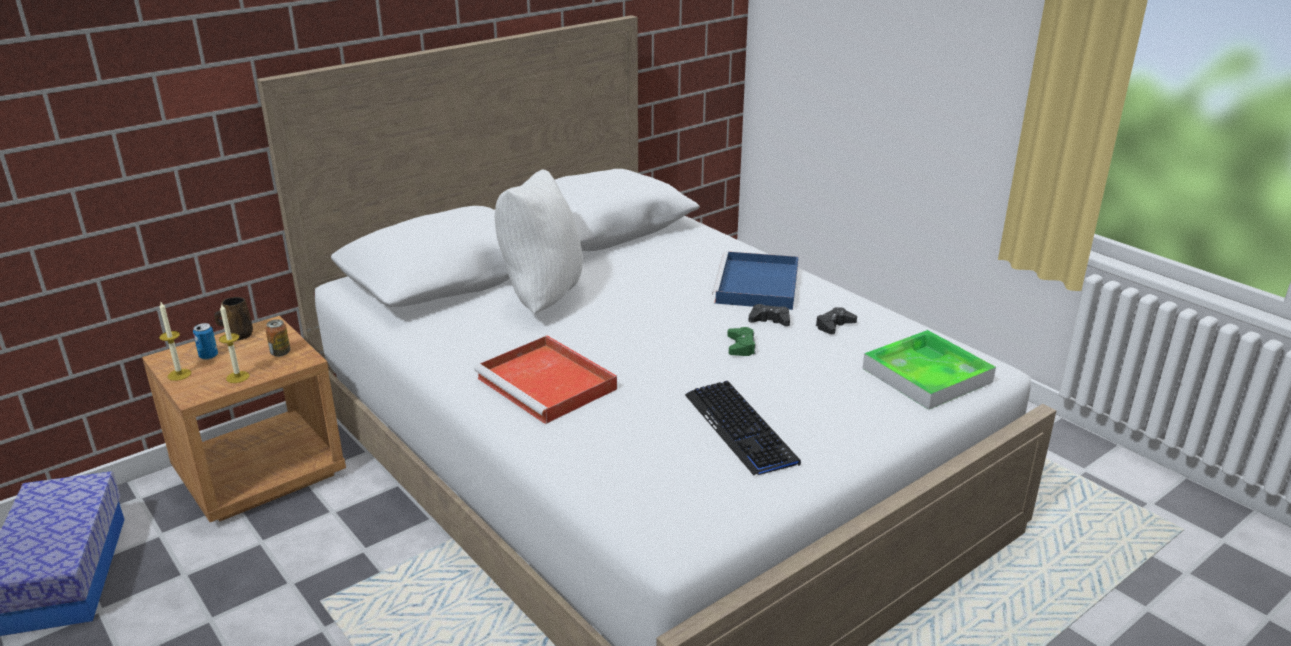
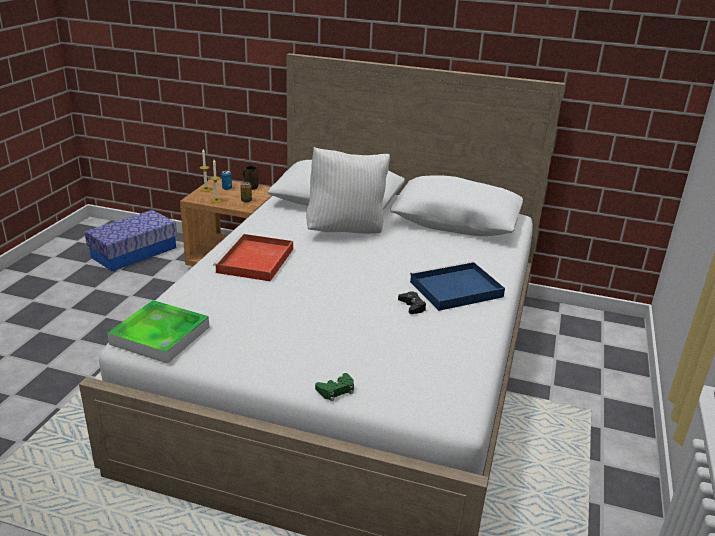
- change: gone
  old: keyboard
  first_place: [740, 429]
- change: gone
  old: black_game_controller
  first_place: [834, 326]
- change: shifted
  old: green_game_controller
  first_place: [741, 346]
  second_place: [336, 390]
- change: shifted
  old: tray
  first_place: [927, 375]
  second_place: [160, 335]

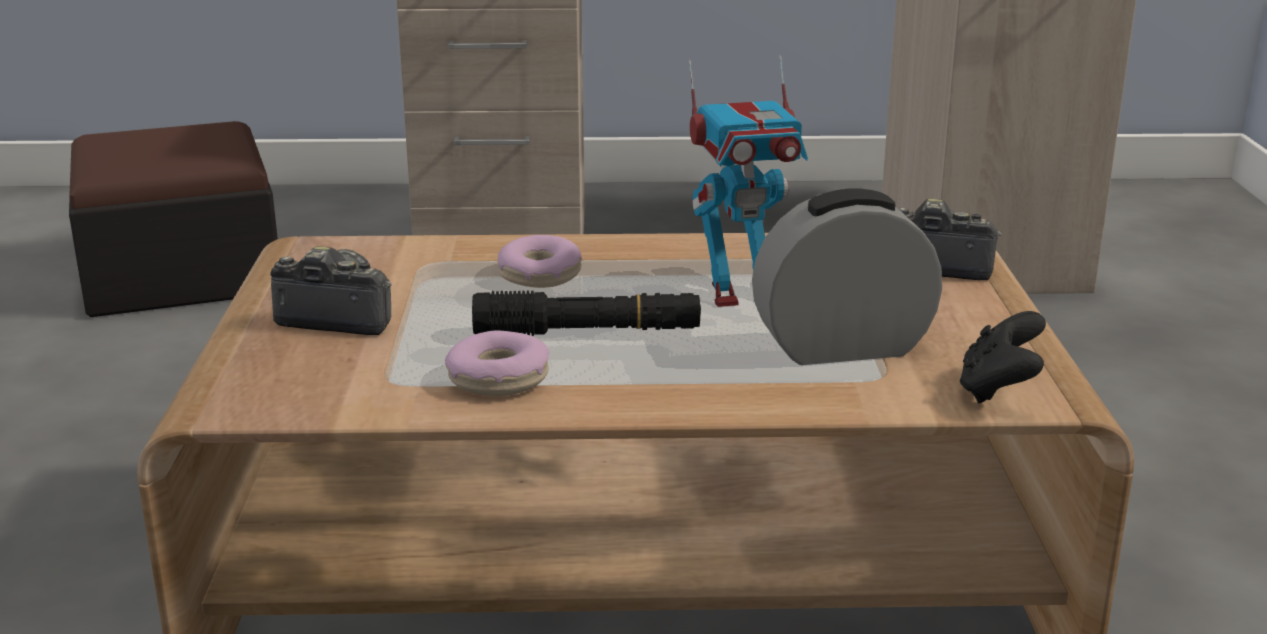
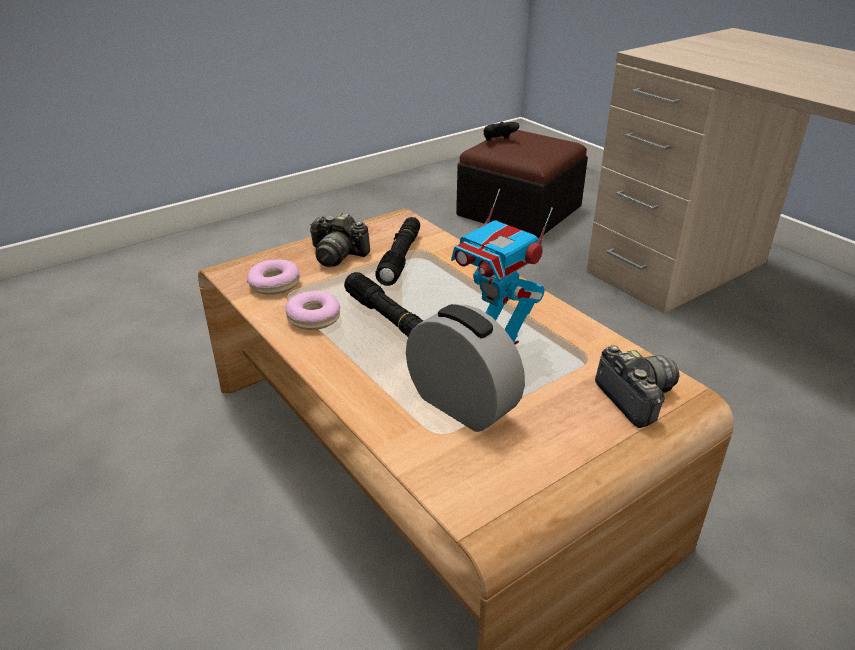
- change: new
  new: black_flashlight
  second_place: [400, 258]
- change: shifted
  old: donut
  first_place: [539, 276]
  second_place: [274, 284]
- change: shifted
  old: black_game_controller
  first_place: [998, 390]
  second_place: [498, 141]
- change: rotated
  old: photo_camera
  first_place: [339, 316]
  second_place: [337, 255]
  degrees: 135

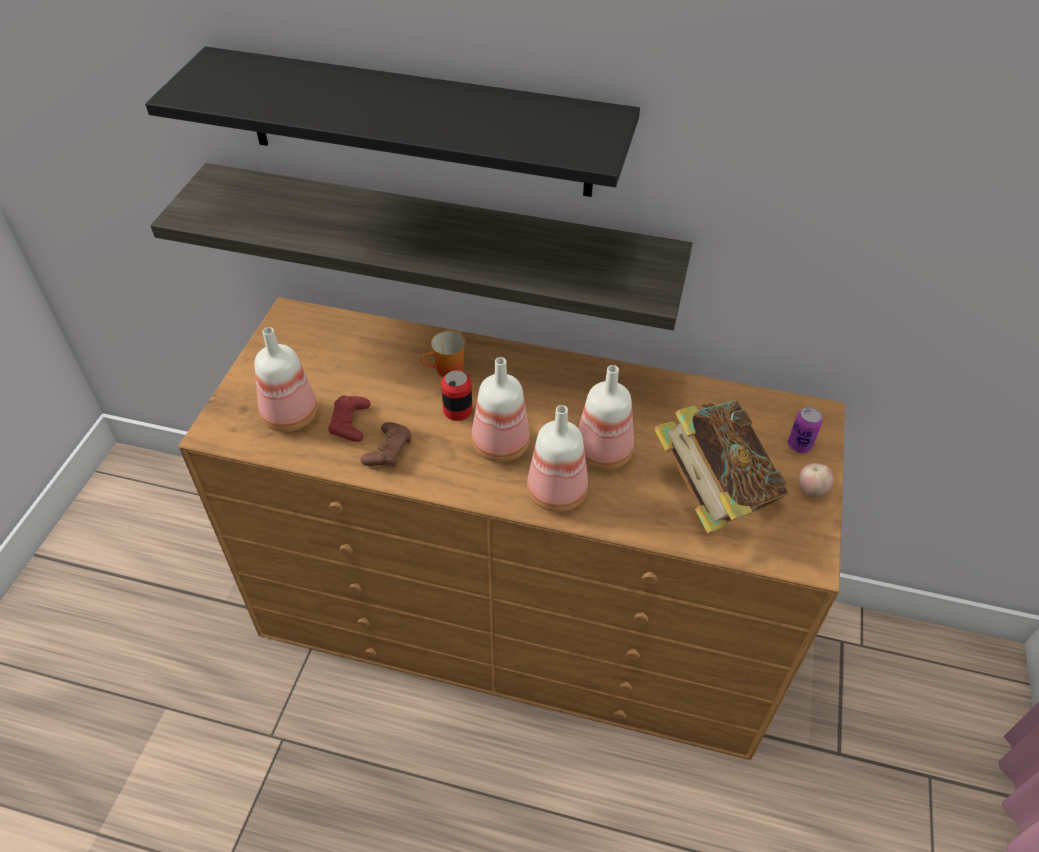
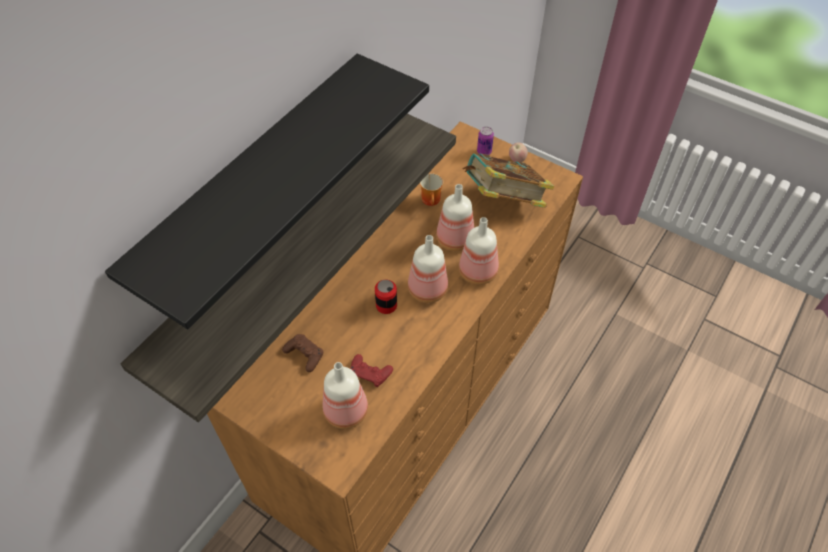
- change: shifted
  old: brown_game_controller
  first_place: [388, 450]
  second_place: [304, 354]
- change: shifted
  old: mug
  first_place: [447, 371]
  second_place: [432, 200]

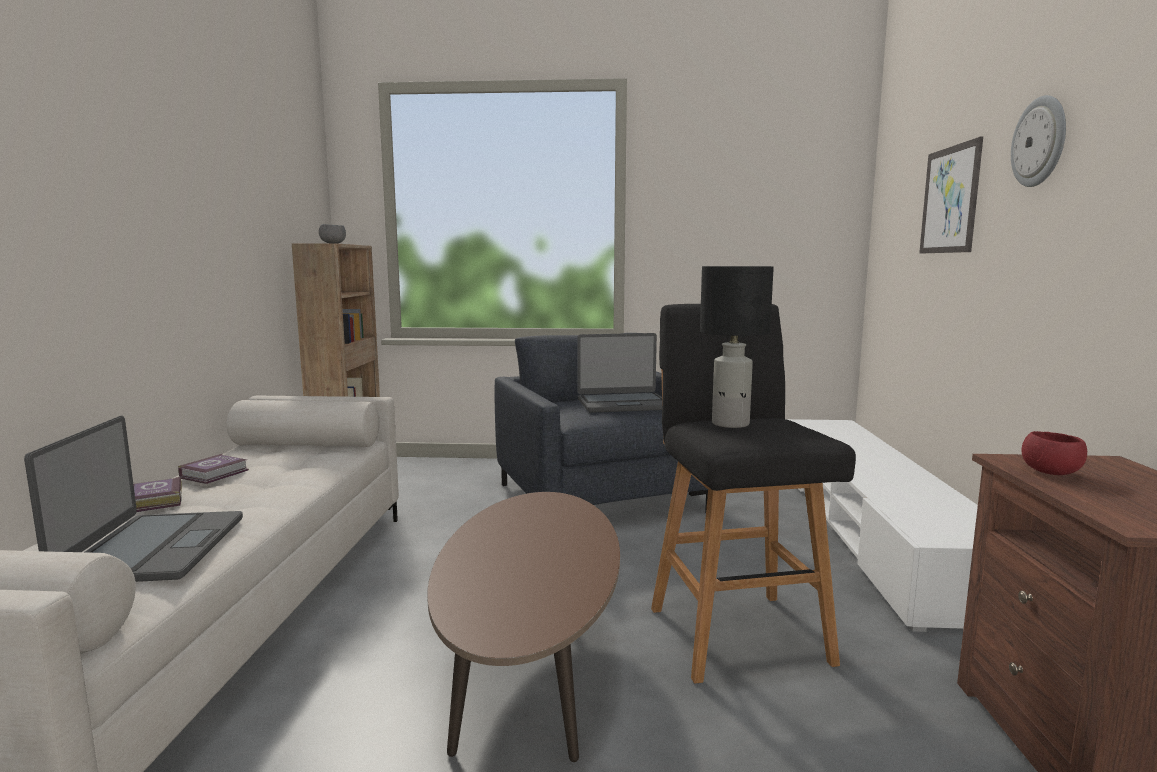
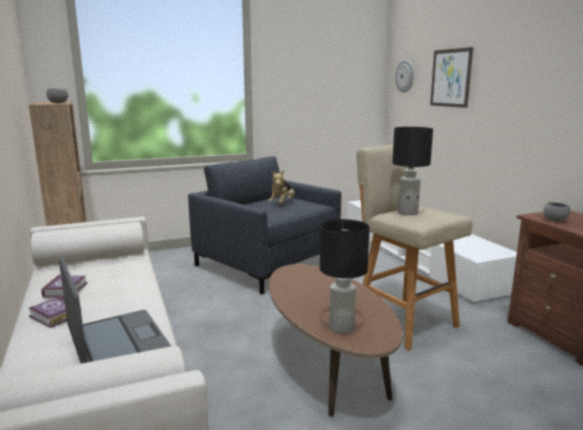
- change: new
  new: black_table_lamp
  second_place: [341, 328]
- change: shifted
  old: wall_clock
  first_place: [1040, 142]
  second_place: [405, 76]
- change: swapped
  old: laptop
  new: plush_toy
  first_place: [623, 404]
  second_place: [282, 204]
- change: repainted
  old: black_stool
  new: beige_stool
  first_place: [735, 631]
  second_place: [403, 322]
- change: repainted
  old: red_bowl
  new: grey_bowl
  first_place: [1051, 473]
  second_place: [555, 220]

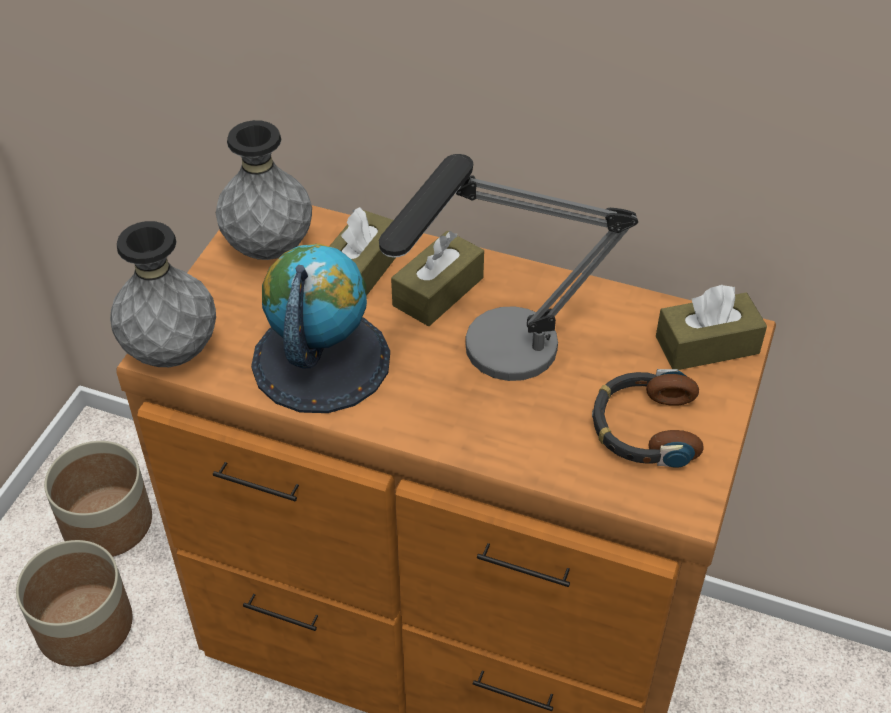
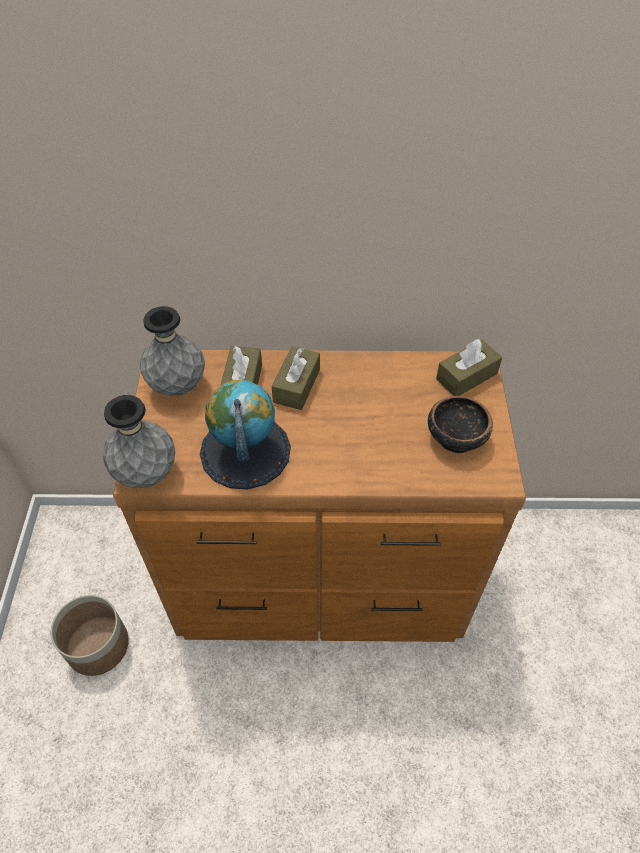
- change: gone
  old: planter
  first_place: [108, 522]
- change: gone
  old: table_lamp
  first_place: [493, 363]
- change: swapped
  old: headphones
  new: bowl
  first_place: [644, 427]
  second_place: [455, 437]

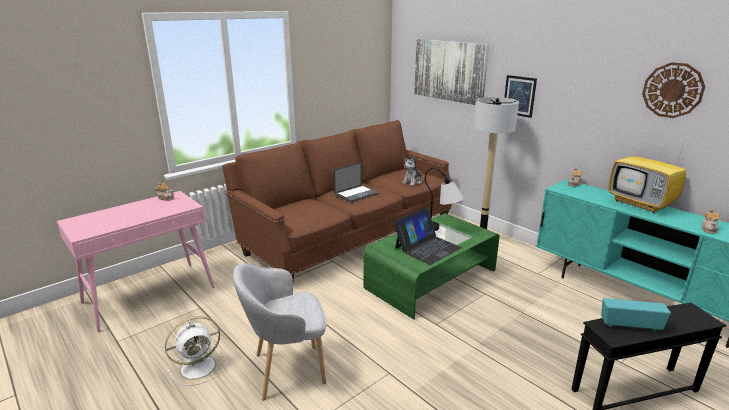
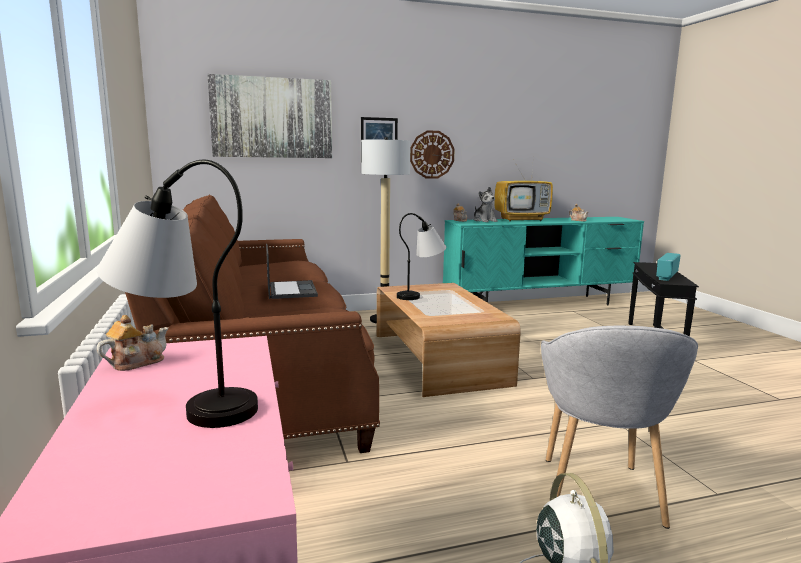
- change: gone
  old: laptop
  first_place: [427, 247]
- change: new
  new: table_lamp
  second_place: [185, 402]
- change: shifted
  old: plush_toy
  first_place: [412, 182]
  second_place: [484, 221]
- change: shifted
  old: wall_clock
  first_place: [672, 90]
  second_place: [432, 154]
- change: repainted
  old: green_coffee_table
  new: brown_coffee_table
  first_place: [431, 279]
  second_place: [438, 358]

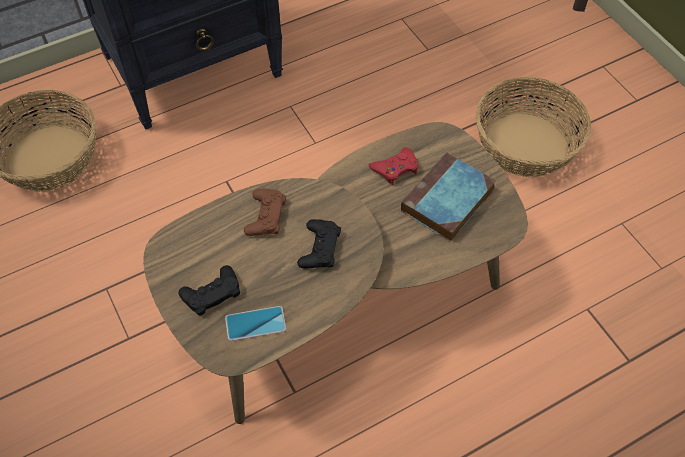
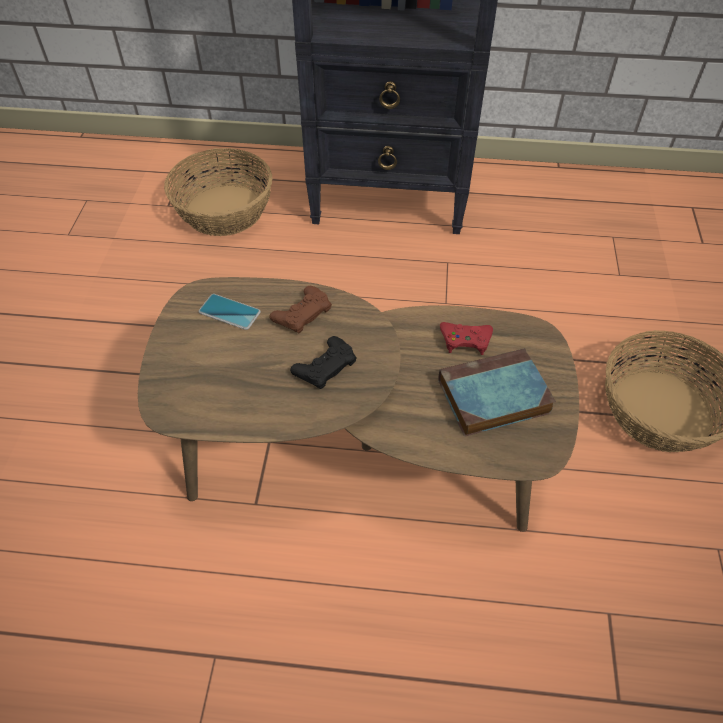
- change: gone
  old: black_game_controller
  first_place: [212, 293]
- change: shifted
  old: phone
  first_place: [255, 324]
  second_place: [229, 312]

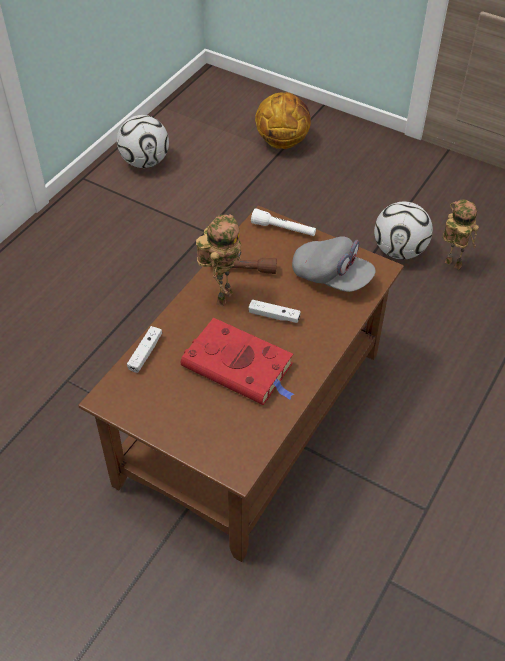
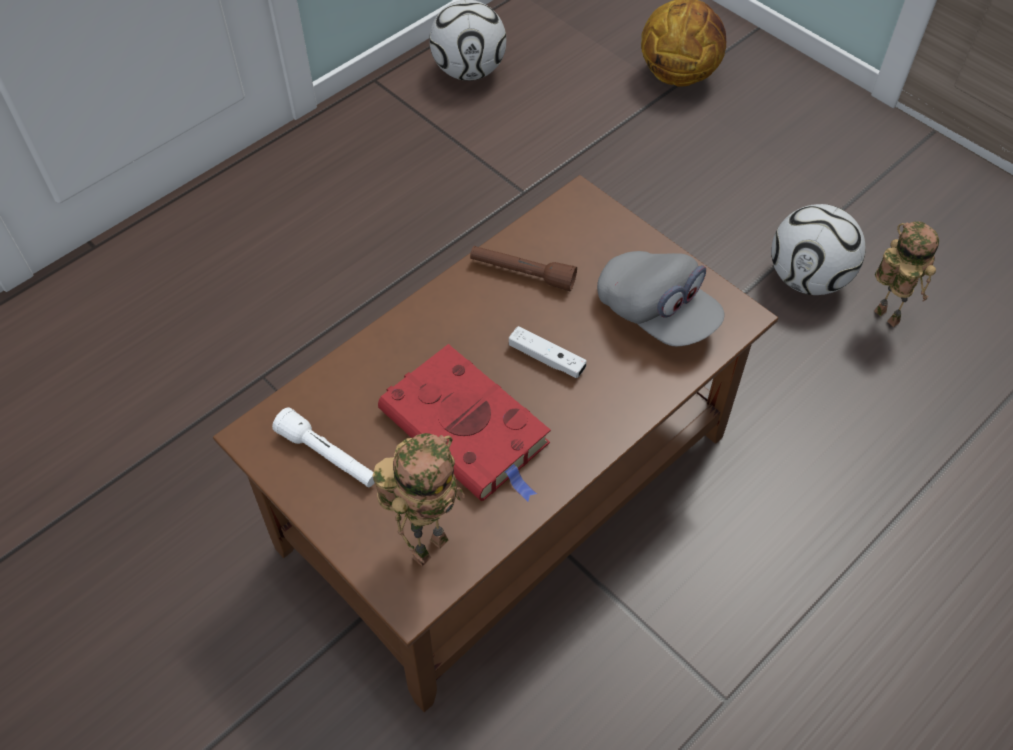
- change: gone
  old: white_game_controller
  first_place: [145, 353]
- change: shifted
  old: toy_robot
  first_place: [222, 296]
  second_place: [429, 544]
- change: shifted
  old: white_flashlight
  first_place: [283, 229]
  second_place: [328, 456]

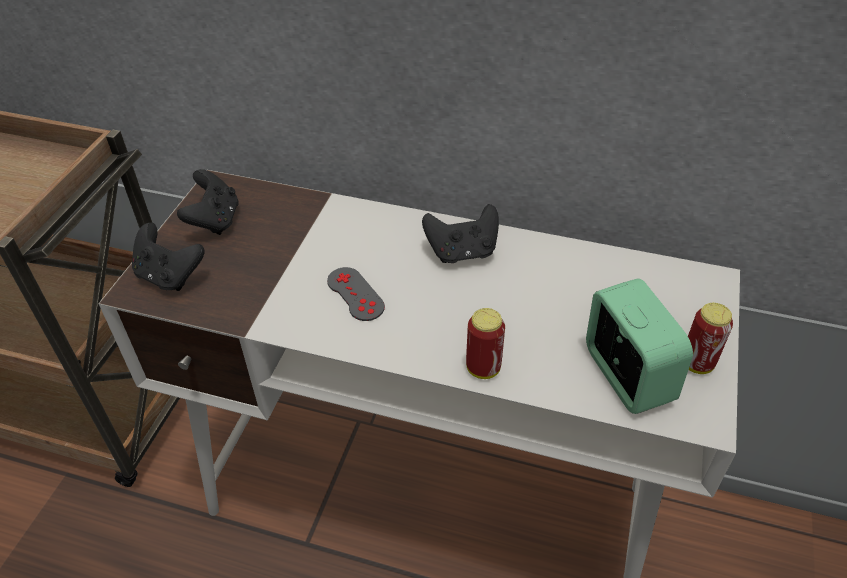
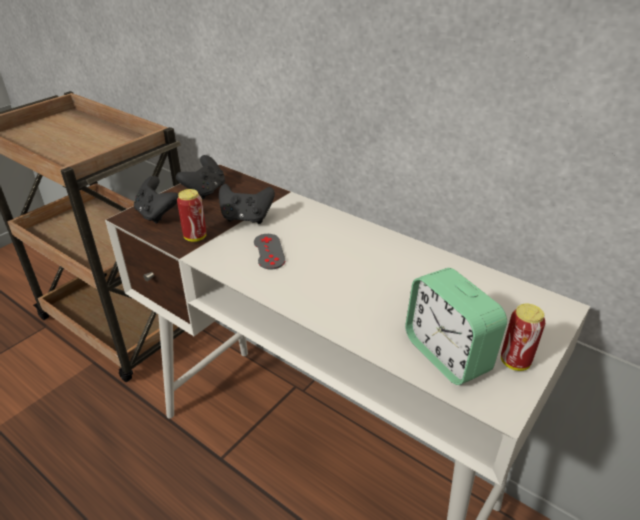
- change: shifted
  old: black_game_controller
  first_place: [462, 252]
  second_place: [246, 218]
- change: shifted
  old: can
  first_place: [483, 368]
  second_place: [195, 237]
- change: rotated
  old: alarm_clock
  first_place: [626, 376]
  second_place: [447, 354]
  degrees: 150

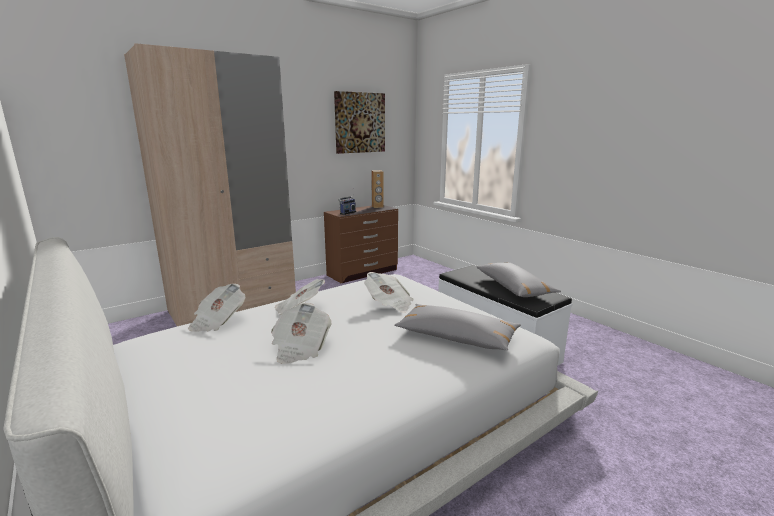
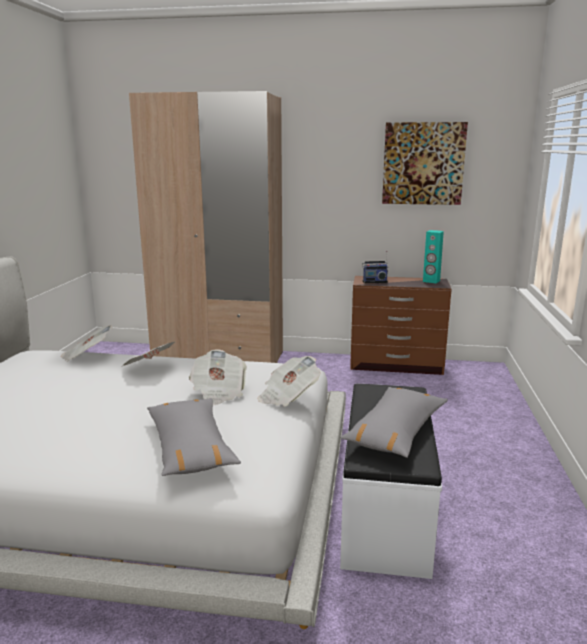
- change: shifted
  old: newspaper
  first_place: [300, 348]
  second_place: [288, 396]
- change: repainted
  old: brown_speaker
  new: turquoise_speaker
  first_place: [377, 207]
  second_place: [431, 281]

